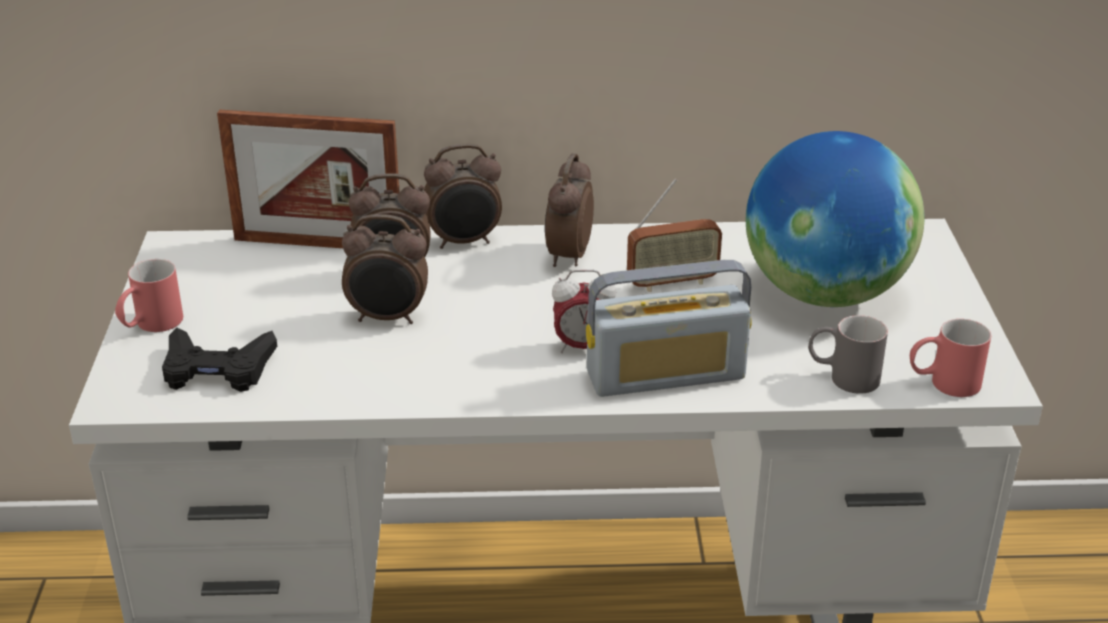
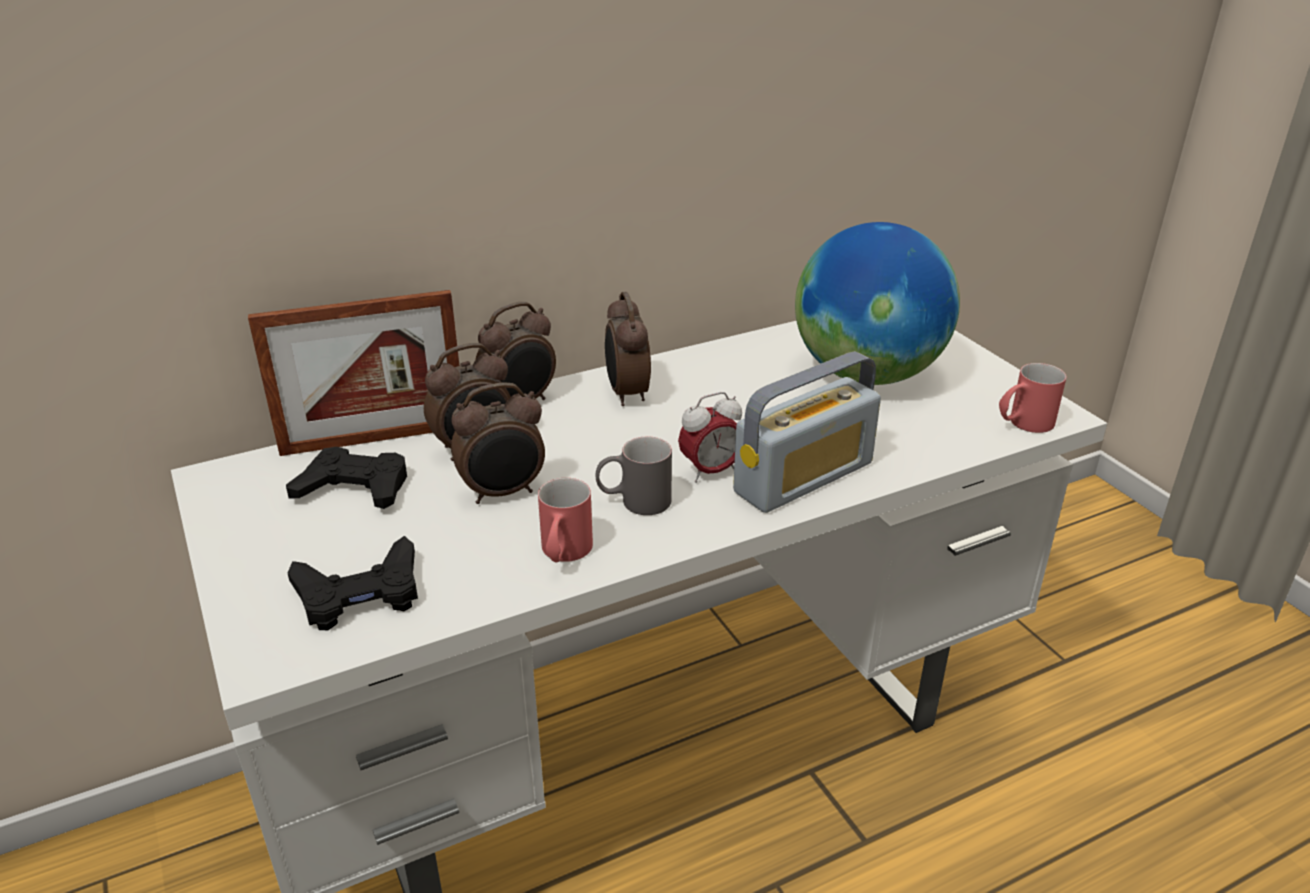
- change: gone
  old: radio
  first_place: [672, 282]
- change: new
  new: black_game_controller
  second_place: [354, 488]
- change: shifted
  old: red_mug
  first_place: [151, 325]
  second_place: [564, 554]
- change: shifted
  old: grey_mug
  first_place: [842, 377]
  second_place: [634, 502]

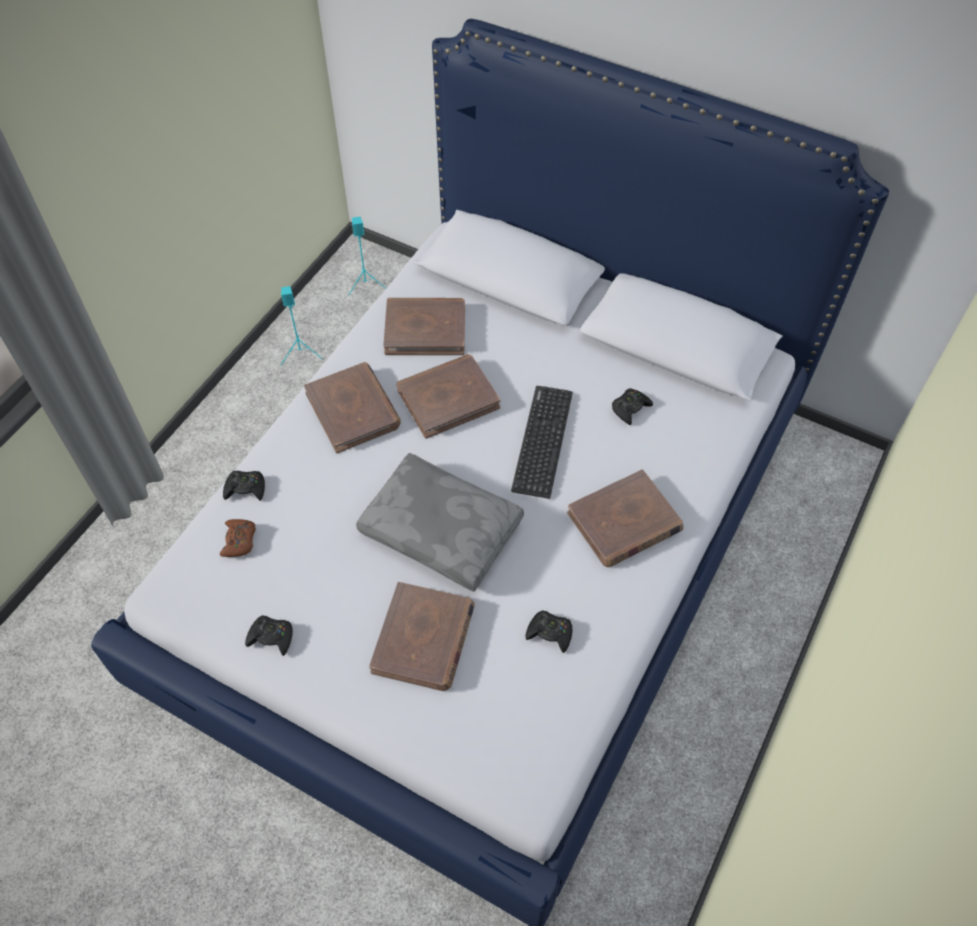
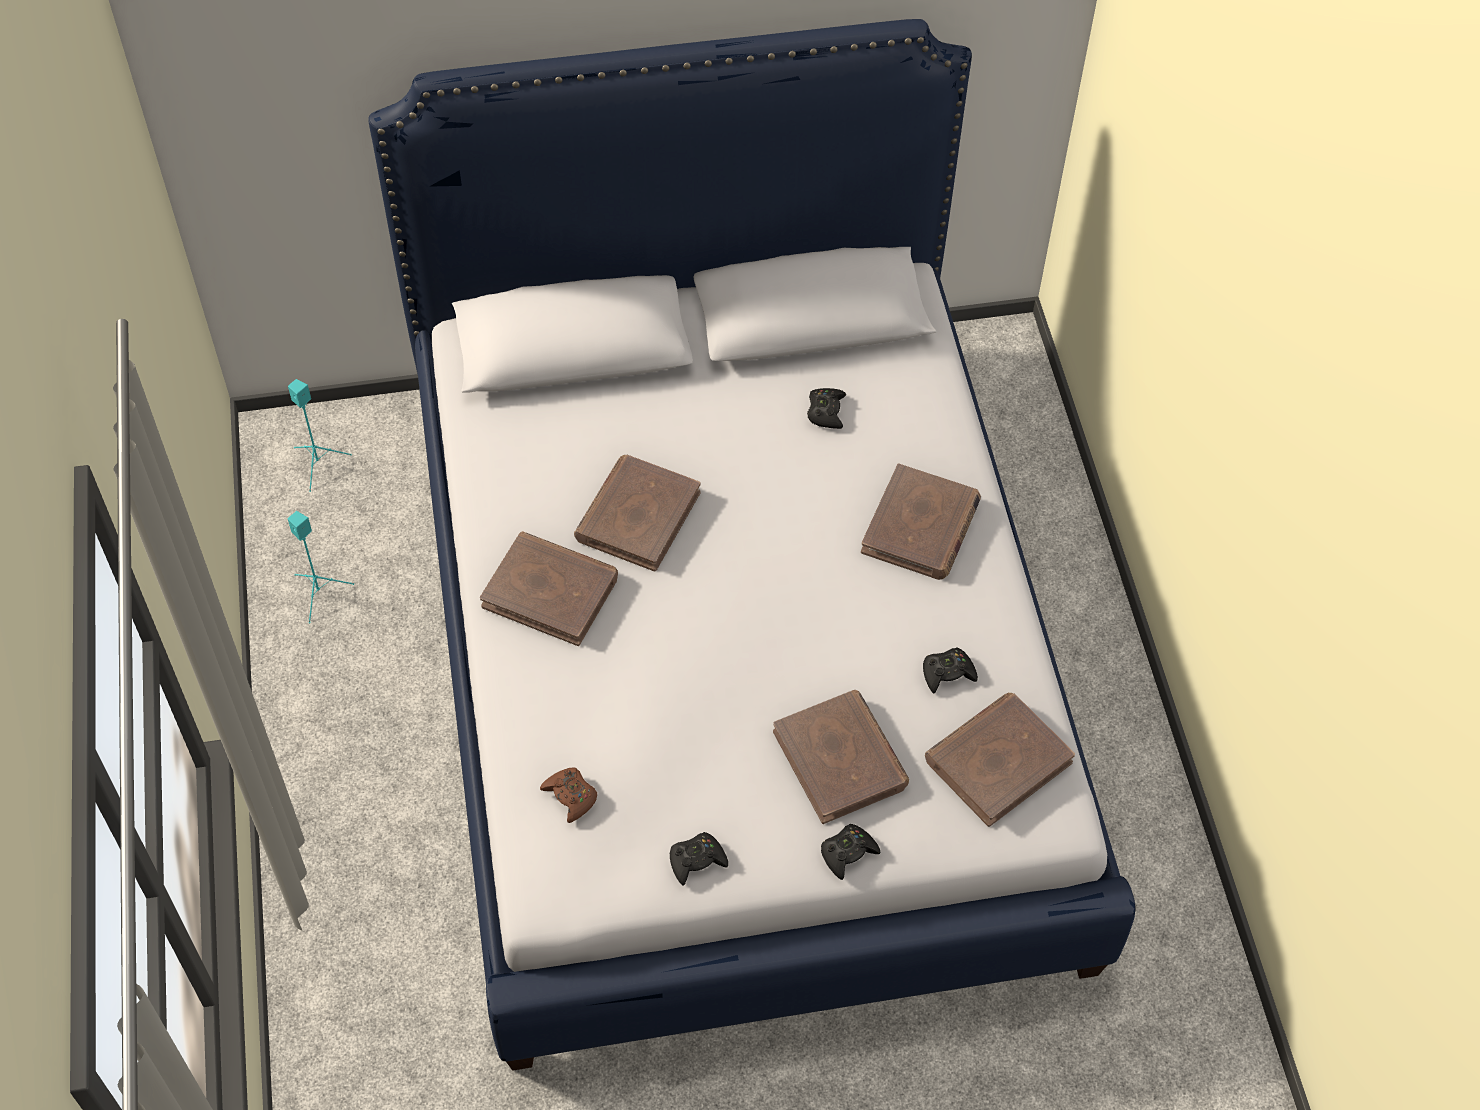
- change: gone
  old: grey_pillow
  first_place: [443, 529]
- change: gone
  old: keyboard
  first_place: [542, 441]
- change: shifted
  old: black_game_controller
  first_place: [245, 488]
  second_place: [848, 853]
- change: shifted
  old: brown_book
  first_place: [425, 329]
  second_place: [997, 761]

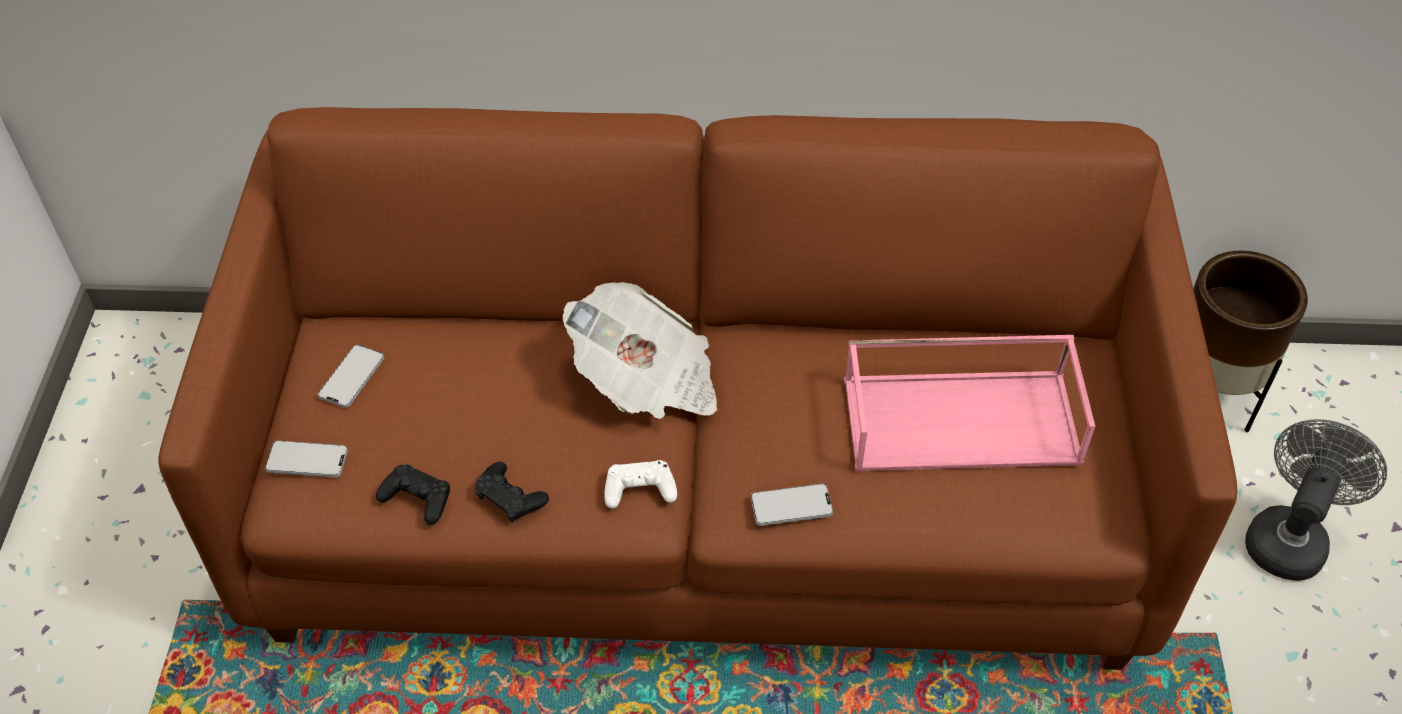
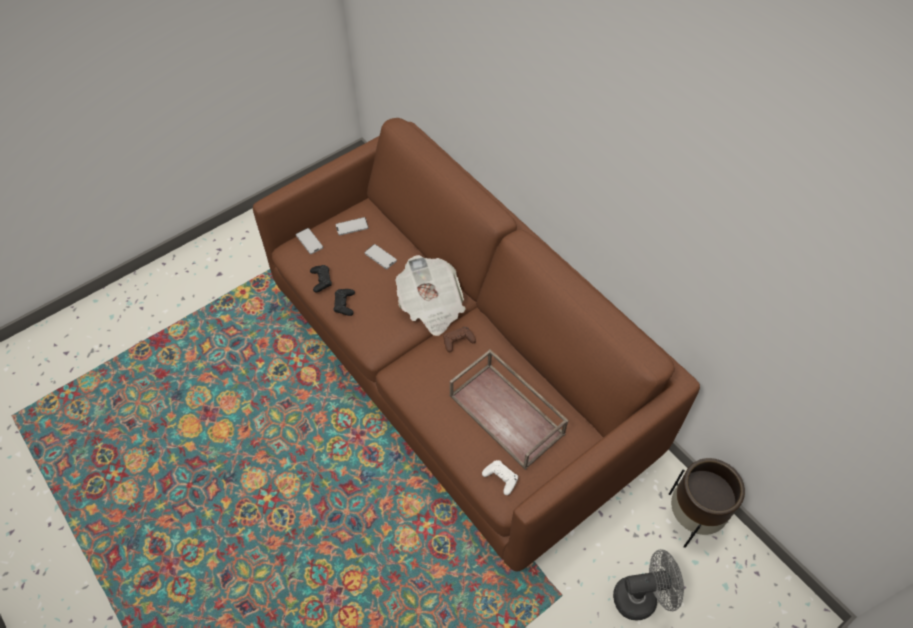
- change: new
  new: brown_game_controller
  second_place: [458, 341]
- change: shifted
  old: white_game_controller
  first_place: [639, 489]
  second_place: [501, 478]
- change: shifted
  old: phone
  first_place: [791, 506]
  second_place: [380, 257]
- change: repainted
  old: pink_tray
  new: brown_tray
  first_place: [963, 419]
  second_place: [508, 415]

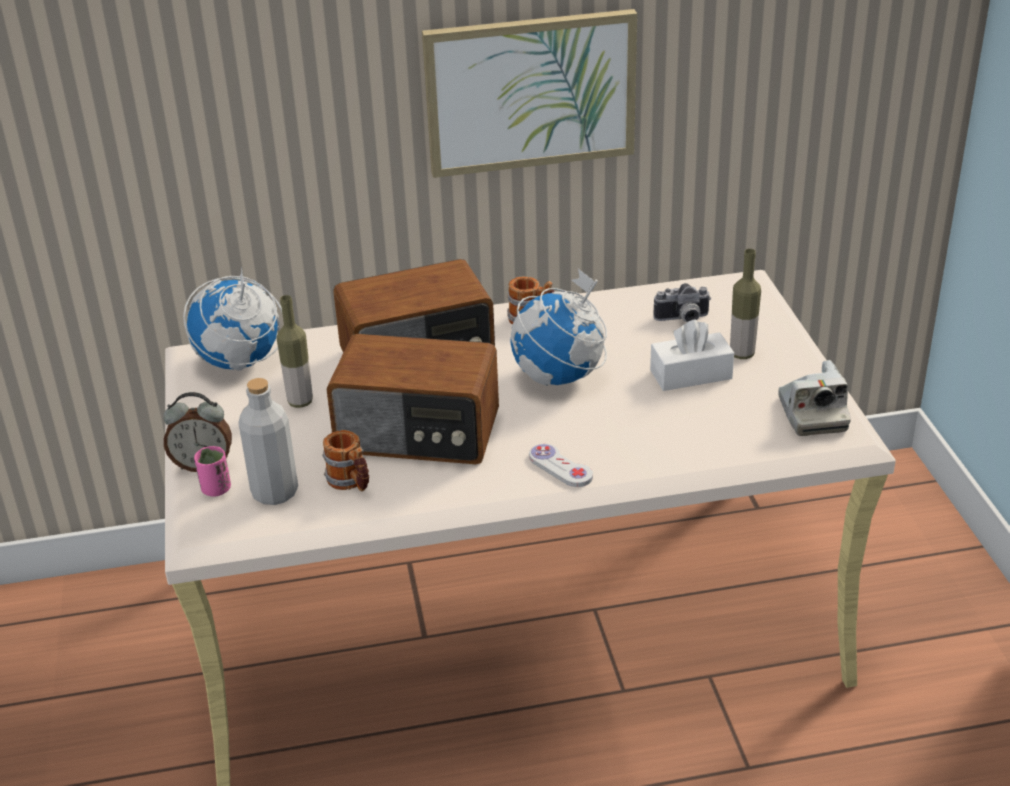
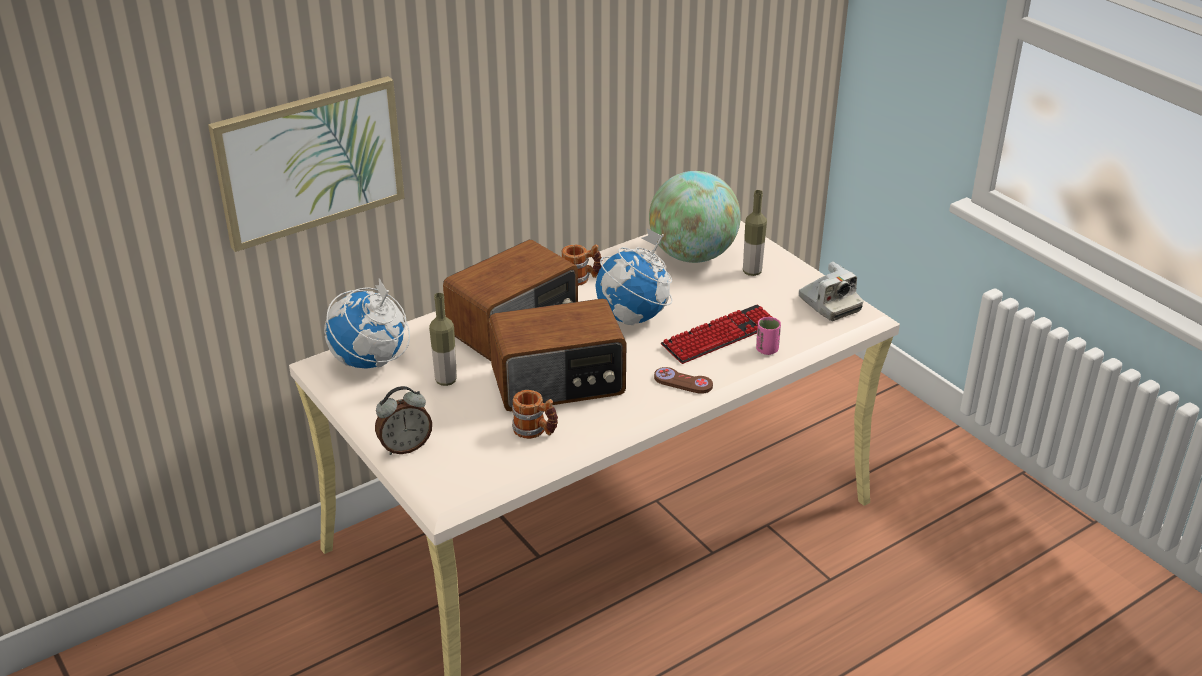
- change: gone
  old: grey_bottle
  first_place: [275, 492]
- change: gone
  old: white_tissue_box
  first_place: [691, 374]
- change: new
  new: keyboard
  second_place: [720, 336]
- change: shifted
  old: pink_cup
  first_place: [216, 489]
  second_place: [767, 350]
- change: shifted
  old: picture
  first_place: [530, 92]
  second_place: [309, 161]
- change: swapped
  old: photo_camera
  new: globe
  first_place: [683, 319]
  second_place: [692, 255]
- change: repainted
  old: white_game_controller
  new: brown_game_controller
  first_place: [560, 467]
  second_place: [683, 382]

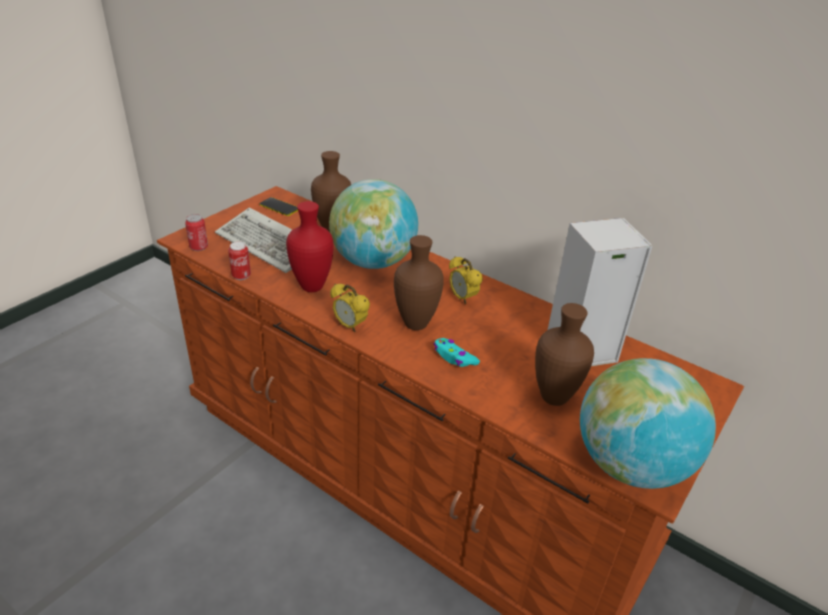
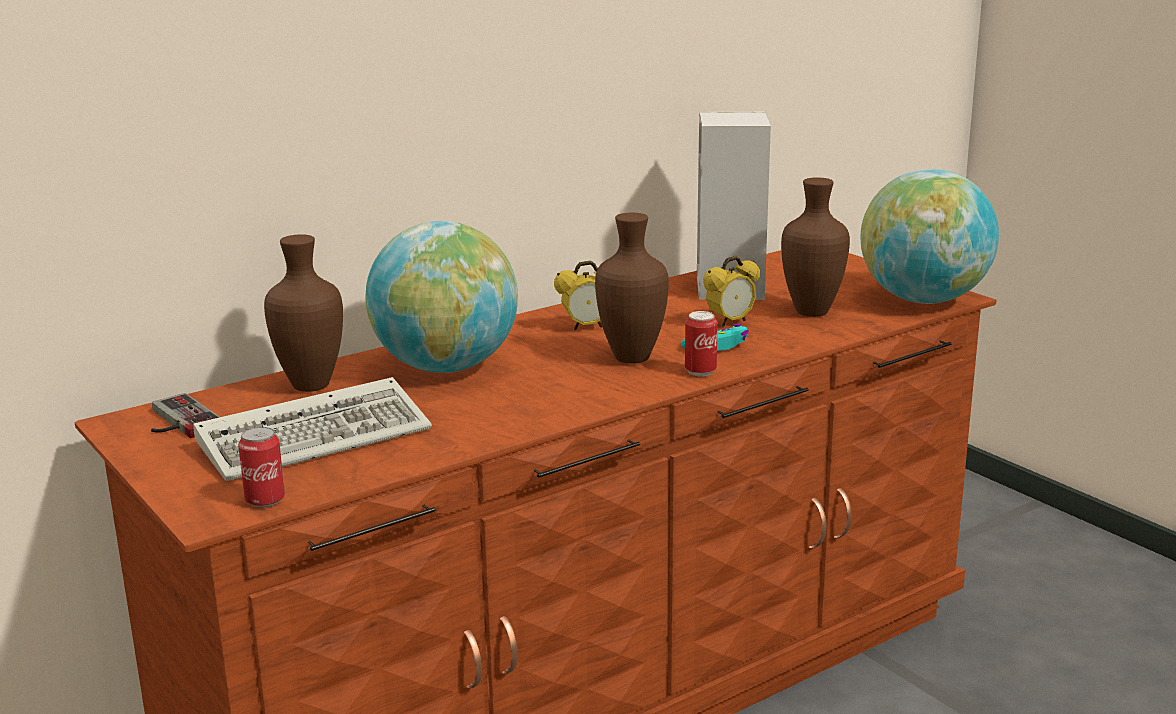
- change: gone
  old: red_vase
  first_place: [310, 287]
- change: shifted
  old: can
  first_place: [241, 276]
  second_place: [700, 372]
- change: shifted
  old: alarm_clock
  first_place: [350, 326]
  second_place: [730, 322]
- change: swapped
  old: phone
  new: game_controller
  first_place: [279, 207]
  second_place: [177, 422]

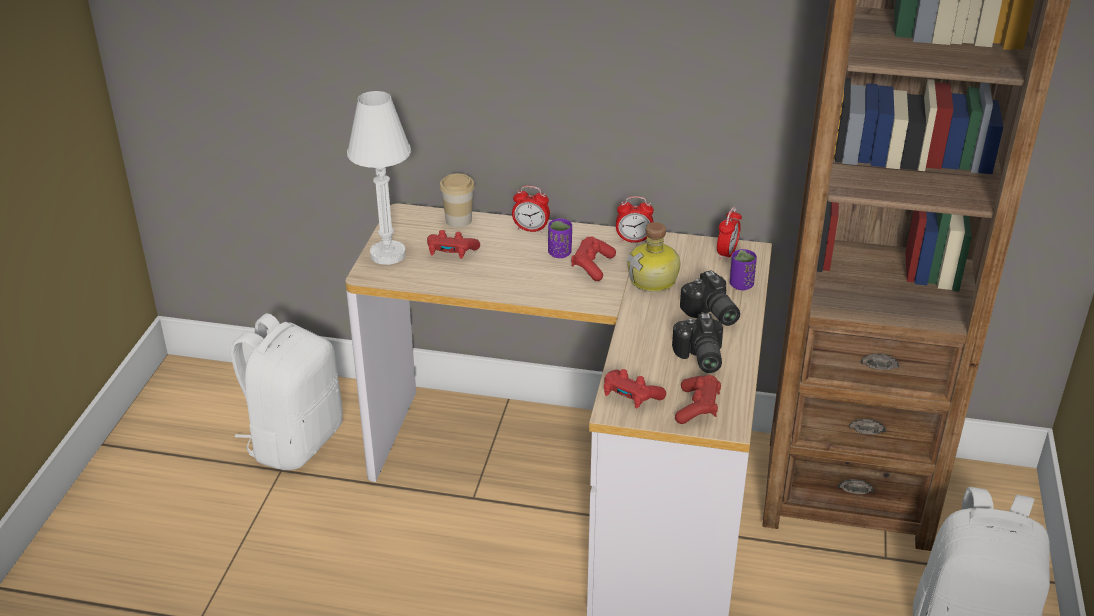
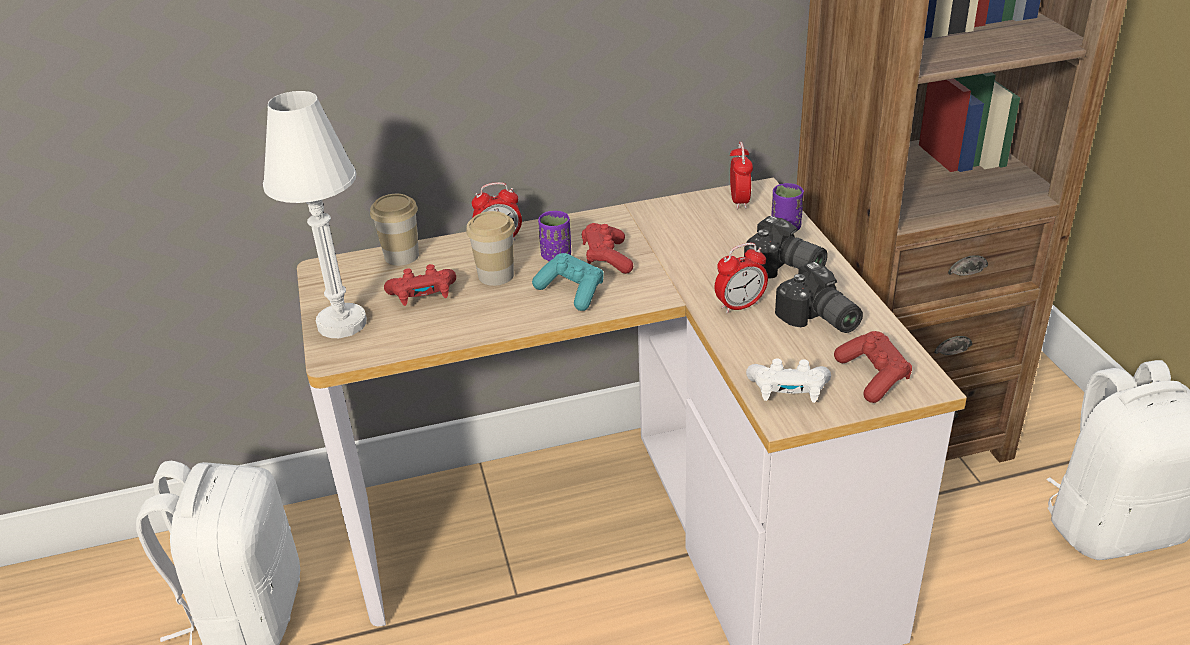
- change: gone
  old: bottle
  first_place: [654, 280]
- change: new
  new: cup
  second_place: [496, 275]
- change: new
  new: turquoise_game_controller
  second_place: [571, 292]
- change: shifted
  old: alarm_clock
  first_place: [633, 240]
  second_place: [740, 306]
- change: repainted
  old: red_game_controller
  new: white_game_controller
  first_place: [630, 397]
  second_place: [788, 392]

